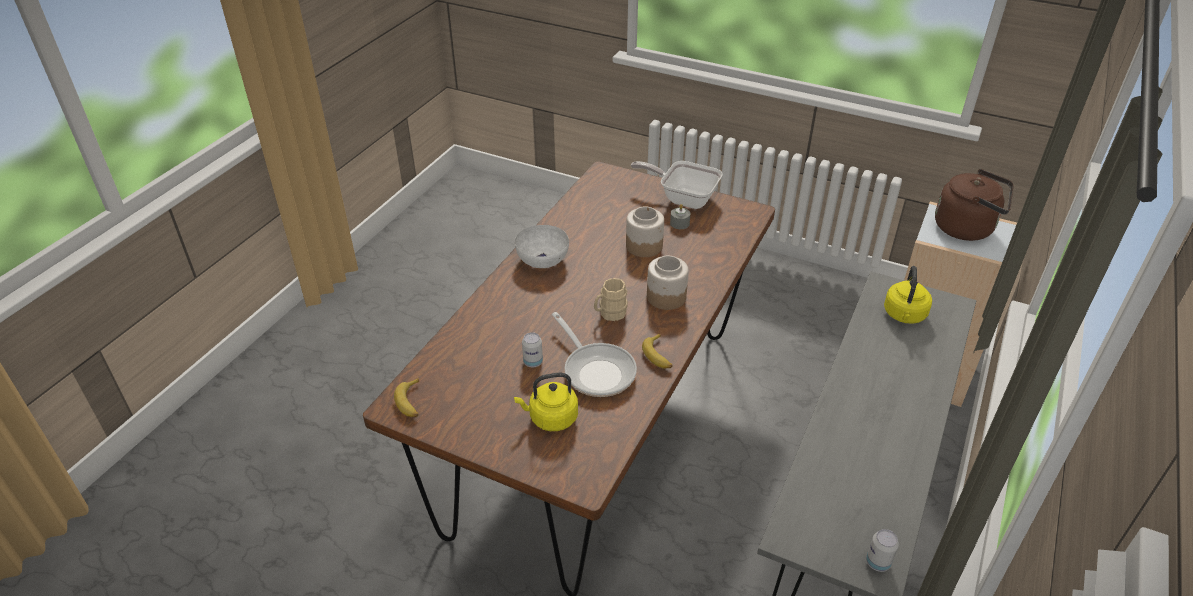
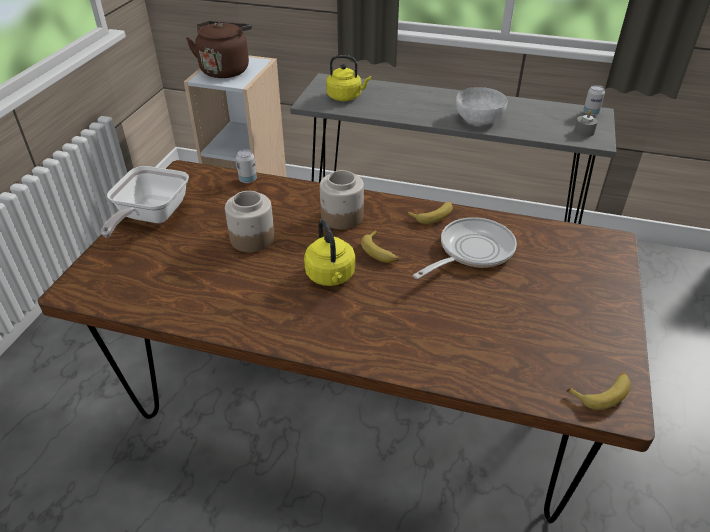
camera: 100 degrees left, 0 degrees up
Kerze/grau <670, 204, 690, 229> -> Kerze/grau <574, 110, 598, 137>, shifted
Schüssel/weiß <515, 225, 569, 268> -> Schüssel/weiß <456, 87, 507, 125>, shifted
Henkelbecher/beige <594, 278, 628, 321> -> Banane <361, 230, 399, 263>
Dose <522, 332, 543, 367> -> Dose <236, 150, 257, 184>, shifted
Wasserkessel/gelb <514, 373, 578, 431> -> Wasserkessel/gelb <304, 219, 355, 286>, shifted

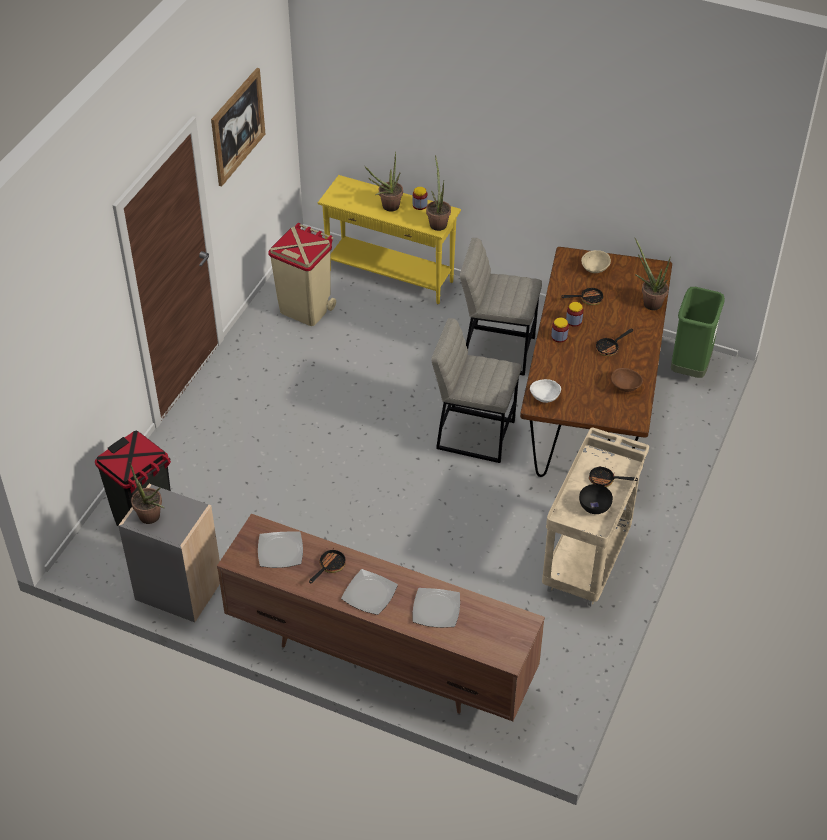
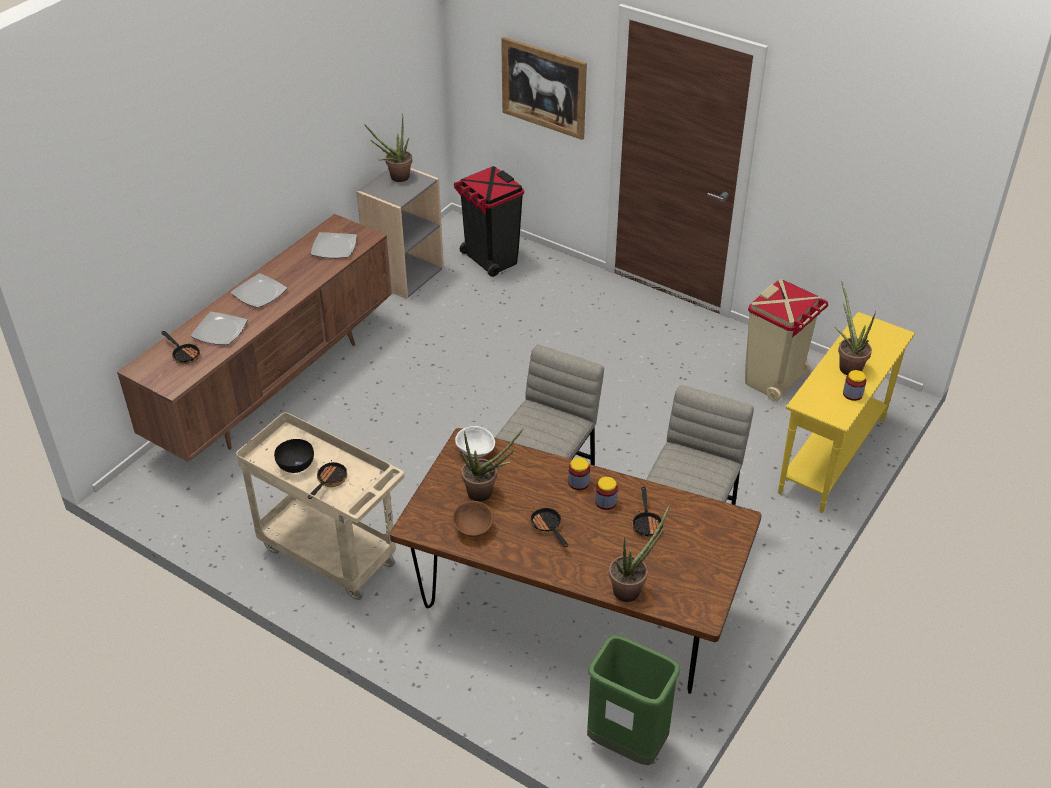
camera: 100 degrees right, 5 degrees down
Bild <211, 68, 265, 187> -> Bild <501, 37, 587, 140>, shifted
Topfpflanze <426, 155, 451, 231> -> Topfpflanze <461, 428, 523, 502>, shifted
Schüssel/beige <581, 250, 611, 273> -> none
Pfanne <309, 548, 346, 583> -> Pfanne <161, 331, 200, 364>, shifted

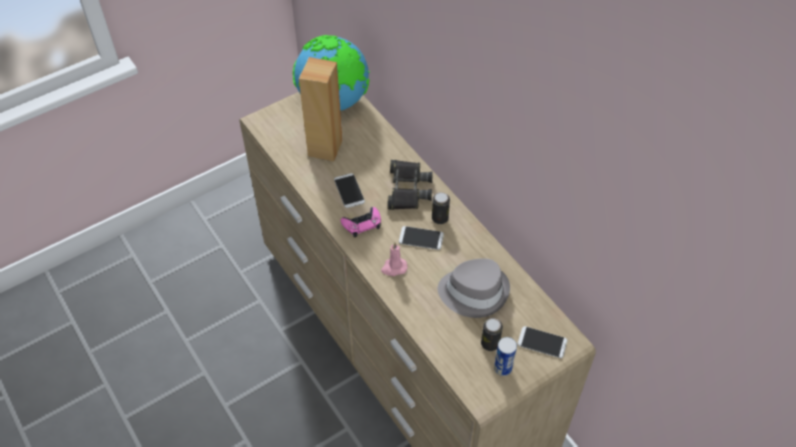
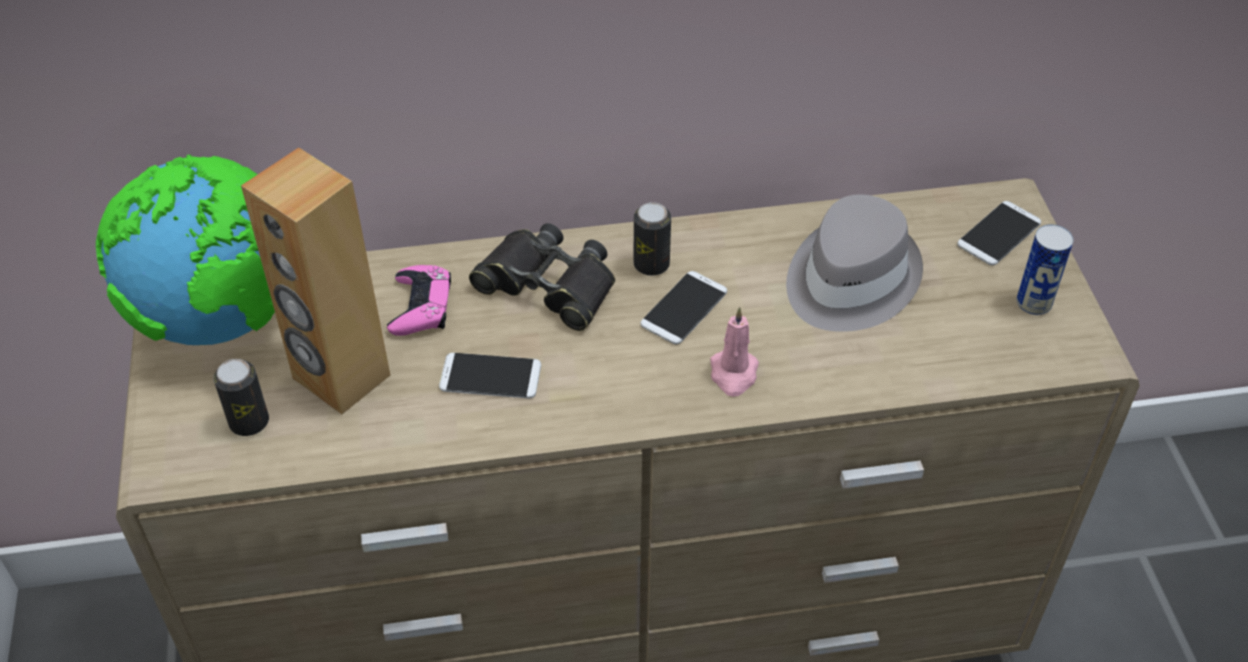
camera: 65 degrees left, 5 degrees down
Gamepad/rosa <341, 207, 381, 237> -> Gamepad/rosa <387, 265, 451, 336>, shifted
Dose <481, 318, 503, 351> -> Dose <213, 359, 269, 436>, shifted

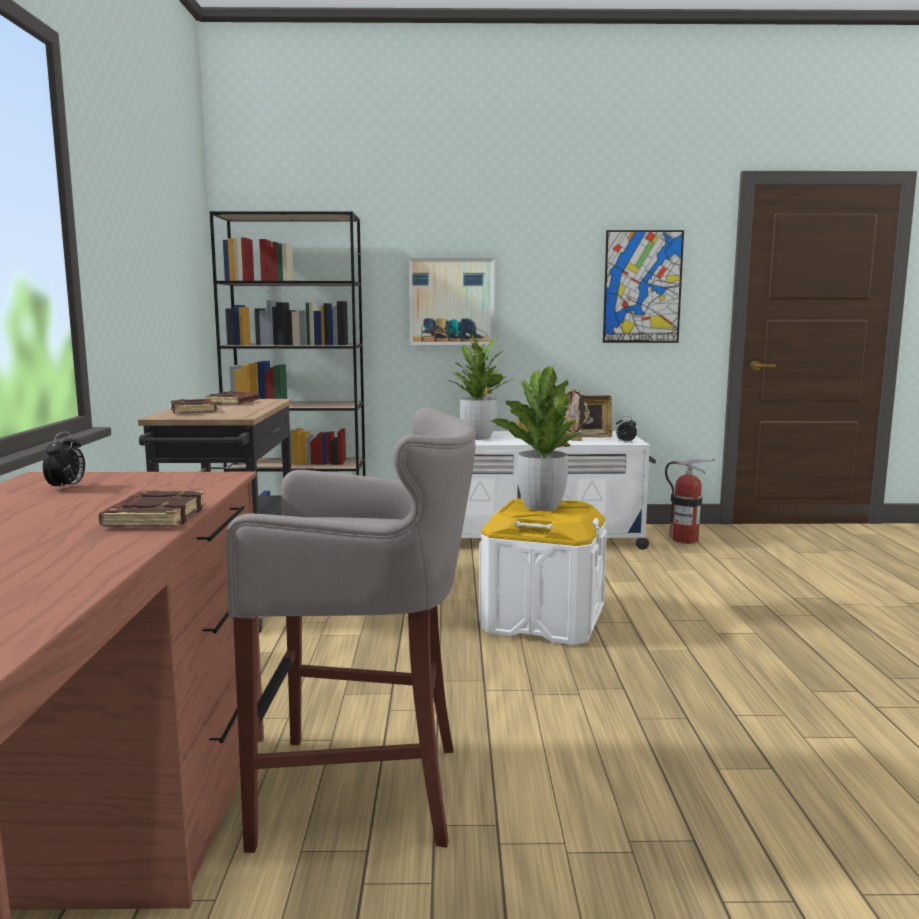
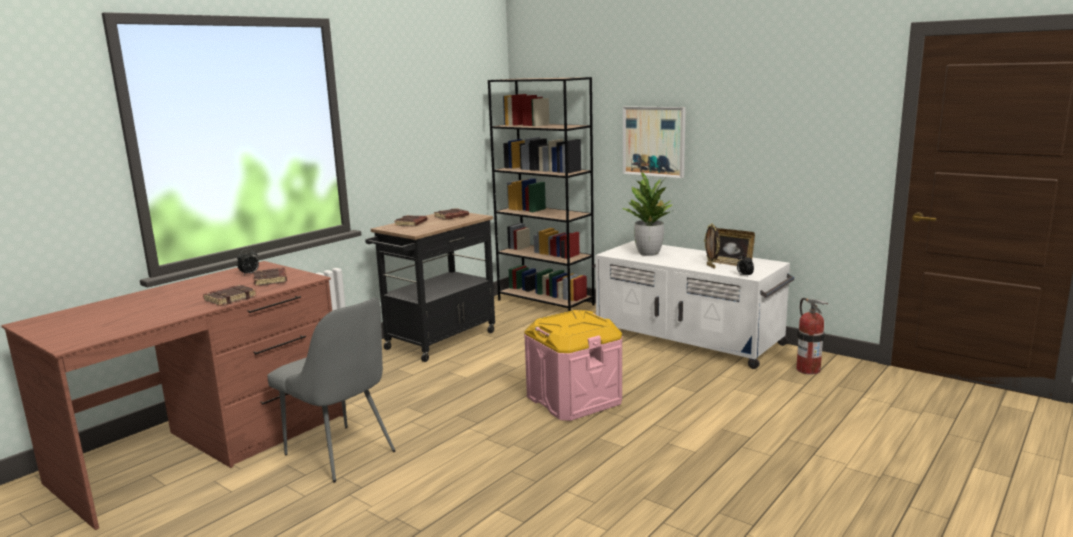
camera: 40 degrees right, 5 degrees up
Bild <603, 230, 684, 343> -> none
Topfpflanze <492, 366, 580, 511> -> none
Hocker/grau <226, 408, 476, 853> -> Stuhl/grau <267, 297, 396, 483>
Aufbewahrungsbox/weiß <479, 498, 607, 645> -> Aufbewahrungsbox/rosa <524, 310, 623, 421>
none -> Buch/braun <254, 268, 287, 286>

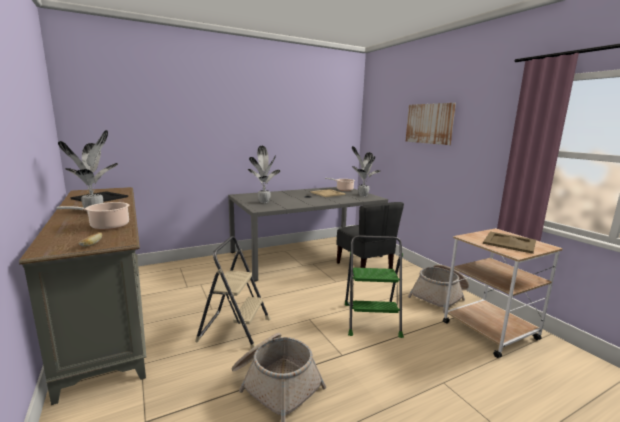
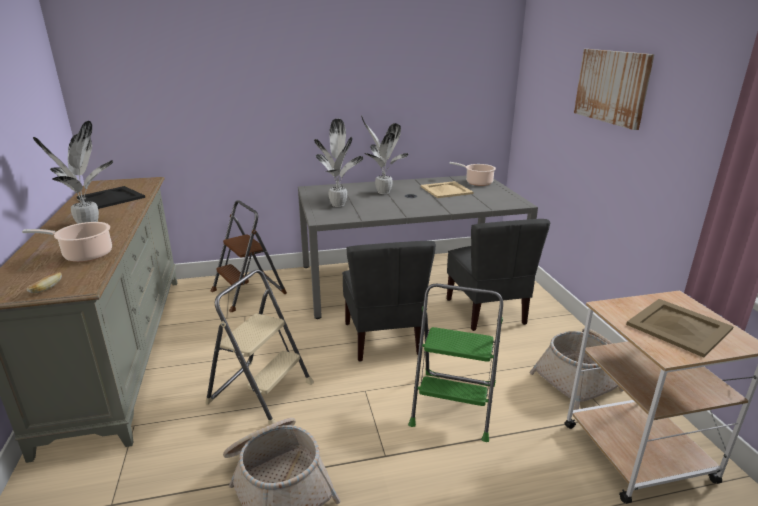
camera: 15 degrees right, 10 degrees up
Topfpflanze <352, 146, 381, 197> -> Topfpflanze <361, 116, 408, 194>, shifted
none -> Trittleiter/braun <210, 200, 287, 312>
none -> Stuhl/grau <342, 241, 436, 362>

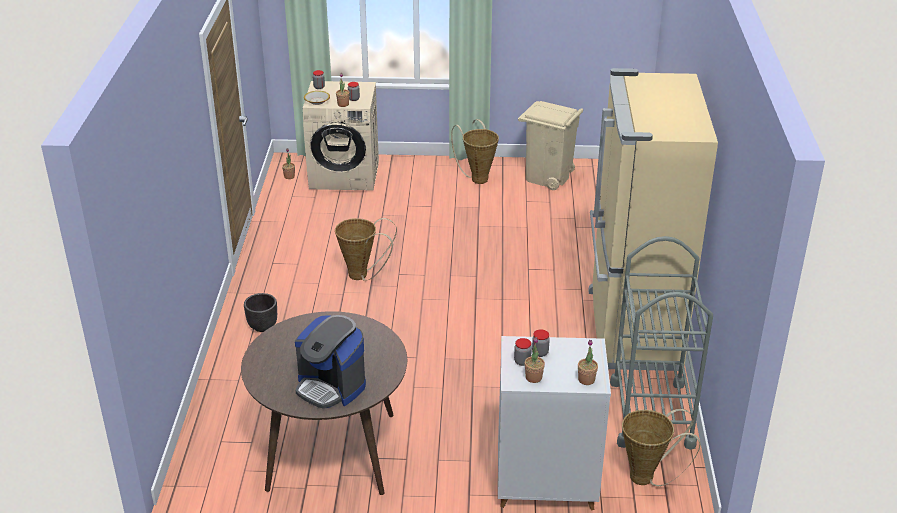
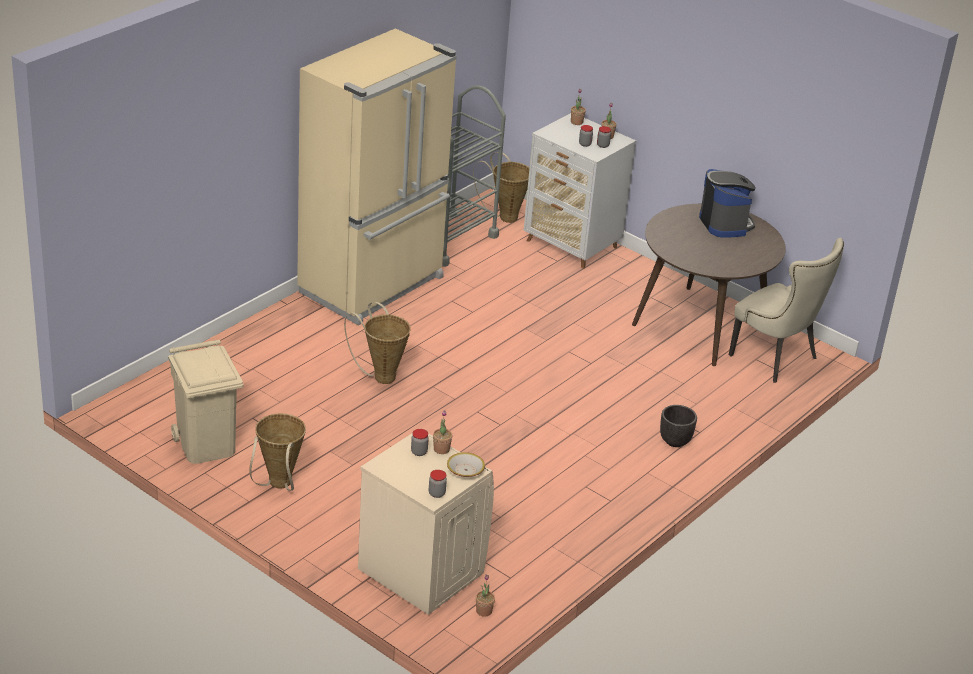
camera: 145 degrees left, 0 degrees up
Korb <335, 218, 397, 281> -> Korb <344, 302, 411, 384>, shifted
none -> Stuhl/beige <729, 238, 844, 383>

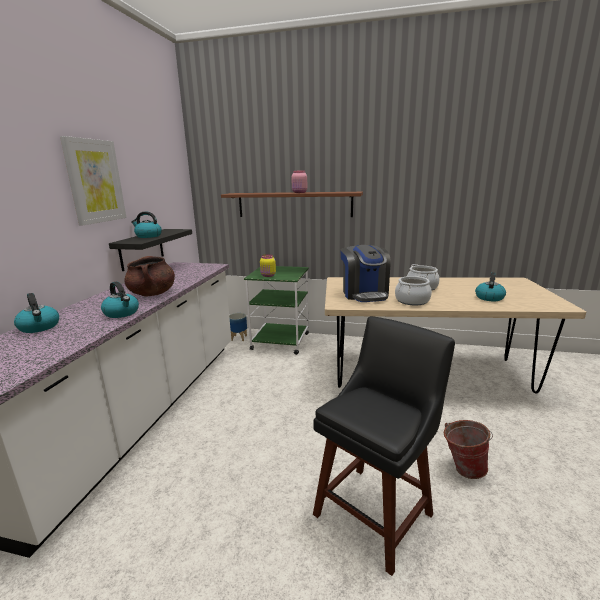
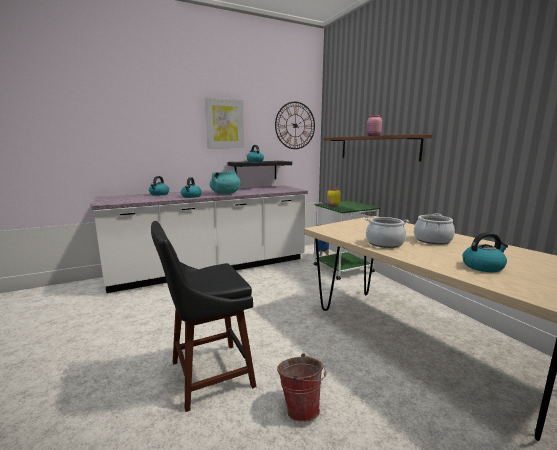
camera: 50 degrees right, 5 degrees down
Kaffeemaschine <340, 245, 390, 302> -> none
Kochtopf/braun <124, 256, 175, 297> -> Kochtopf/türkis <210, 170, 241, 194>
Stuhl/schwarz <313, 316, 455, 576> -> Stuhl/schwarz <151, 221, 256, 412>, 150 degrees clockwise
none -> Wanduhr <275, 102, 315, 149>

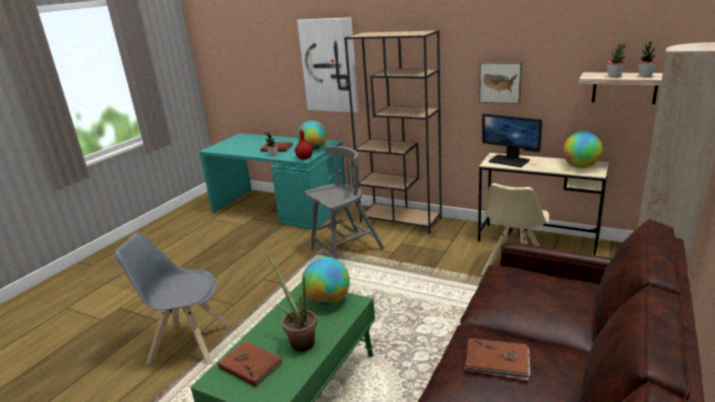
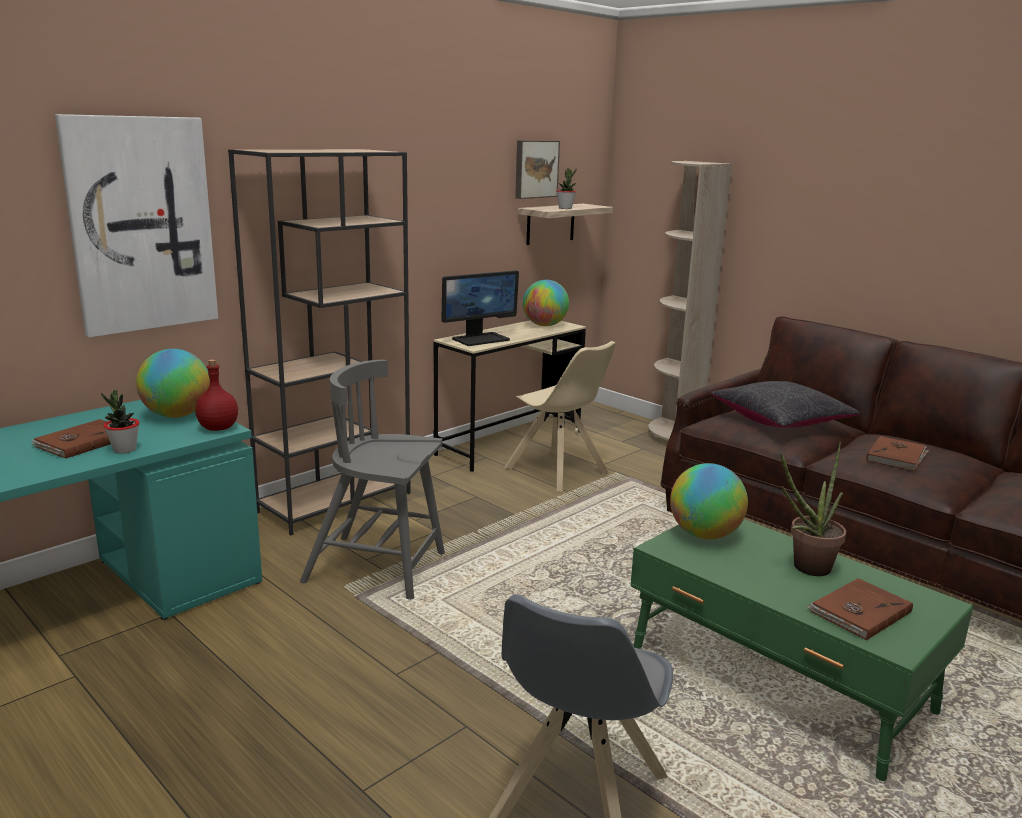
camera: 75 degrees left, 5 degrees down
Topfpflanze <638, 41, 658, 77> -> none
Bild <479, 62, 522, 104> -> Bild <515, 140, 560, 199>, shifted
Stuhl/grau <304, 146, 384, 259> -> Stuhl/grau <300, 360, 445, 600>, 60 degrees counterclockwise
none -> Kissen/schwarz <711, 381, 860, 428>

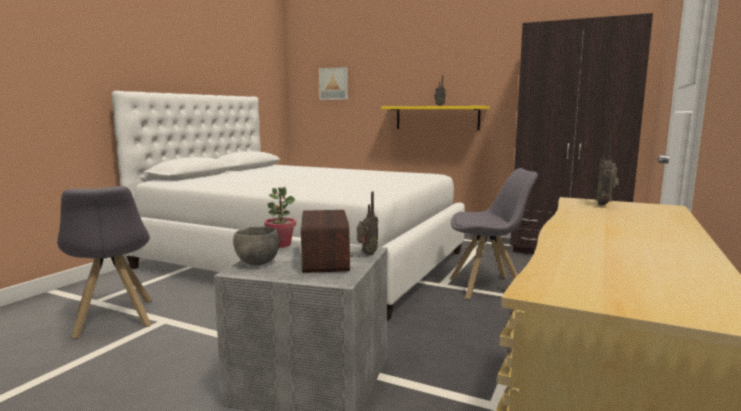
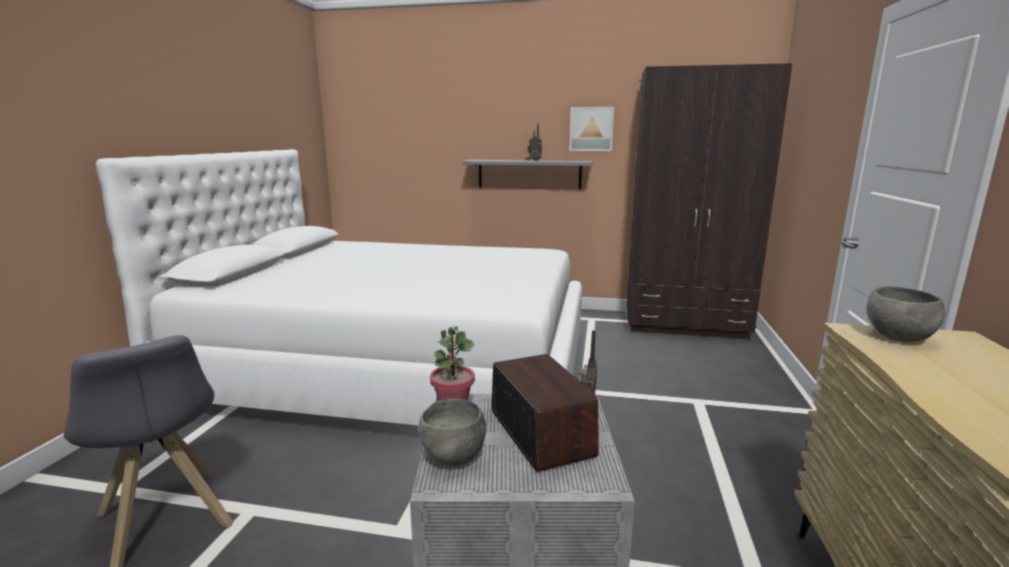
camera: 15 degrees left, 5 degrees up
Bild <319, 67, 348, 100> -> Bild <569, 107, 614, 151>, shifted
Wandregal/gelb <381, 106, 490, 130> -> Wandregal/grau <462, 160, 593, 189>
Radio <596, 129, 619, 205> -> Schüssel/grau <867, 287, 945, 342>
Stuhl/grau <450, 168, 538, 299> -> none

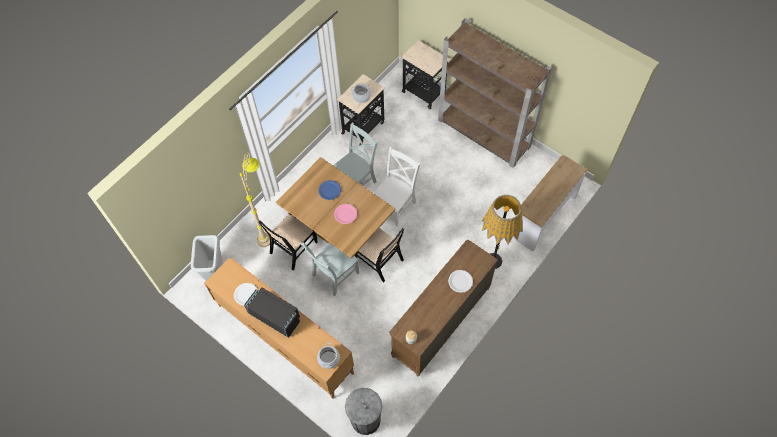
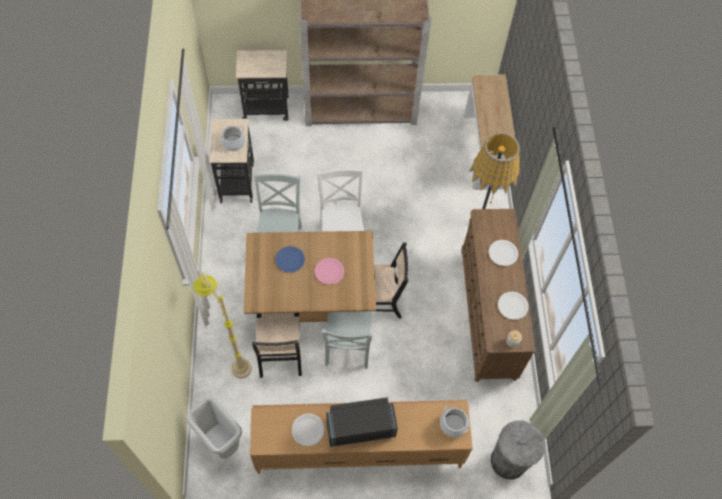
camera: 45 degrees left, 0 degrees up
none -> Teller/weiß <498, 292, 529, 320>

